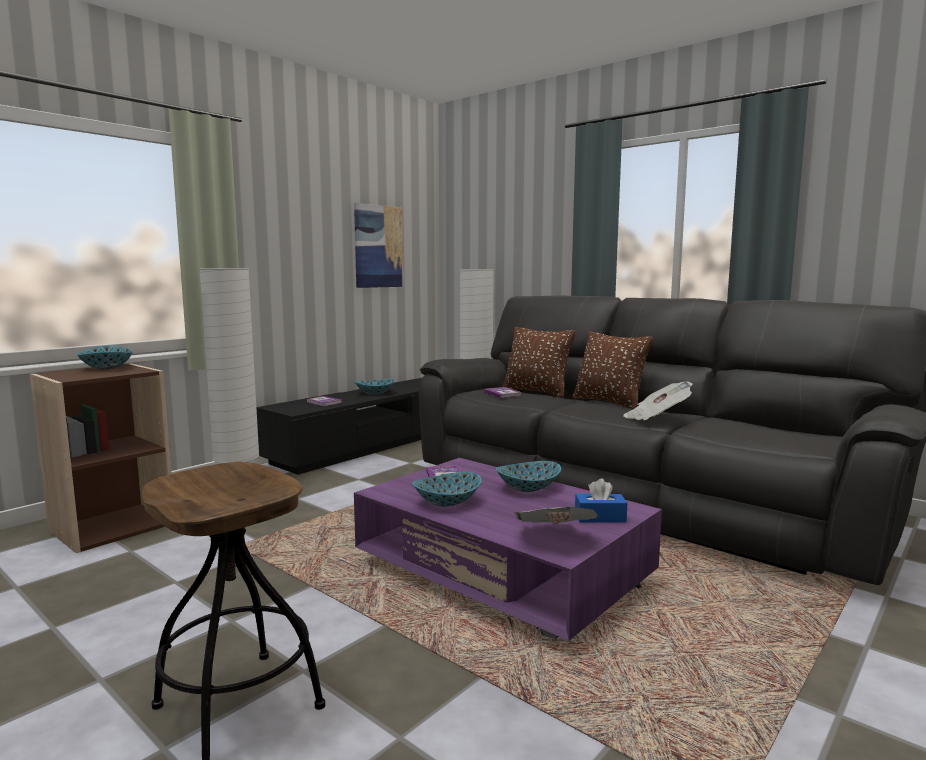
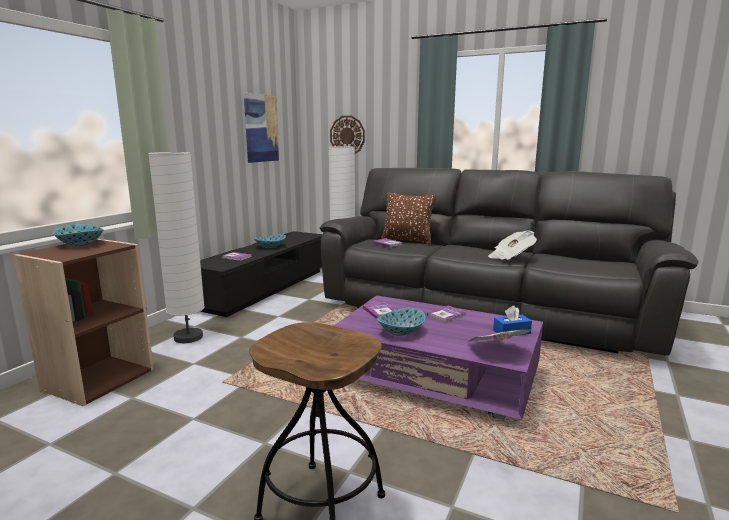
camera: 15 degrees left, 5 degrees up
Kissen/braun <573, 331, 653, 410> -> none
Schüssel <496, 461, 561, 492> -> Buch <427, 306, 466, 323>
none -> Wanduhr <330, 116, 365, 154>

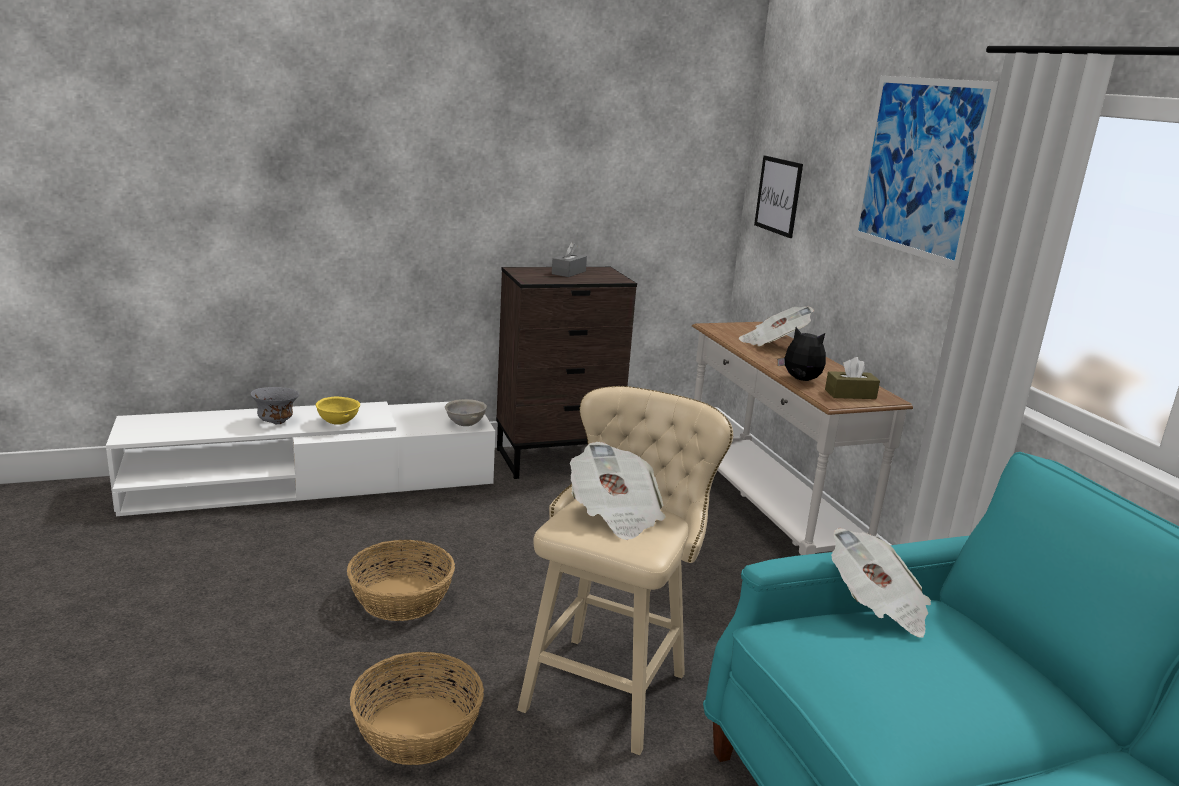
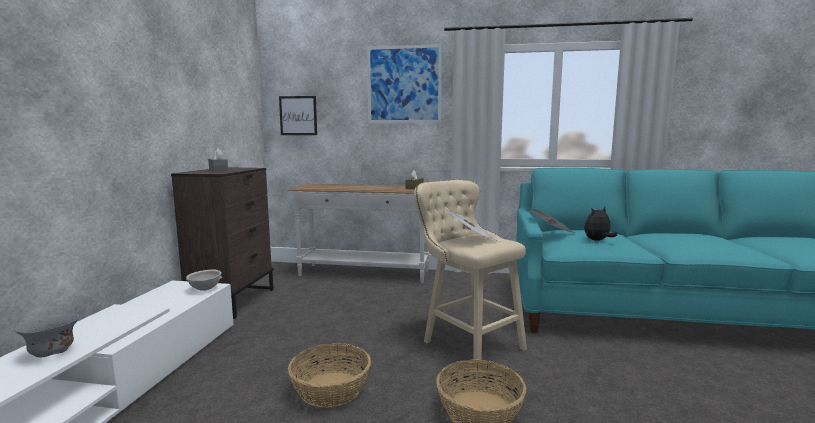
camera: 60 degrees left, 10 degrees down
Zeitung <739, 307, 814, 346> -> none
Plüschtier <778, 327, 826, 381> -> Plüschtier <584, 207, 617, 241>, shifted
Schüssel/gelb <316, 397, 360, 425> -> none

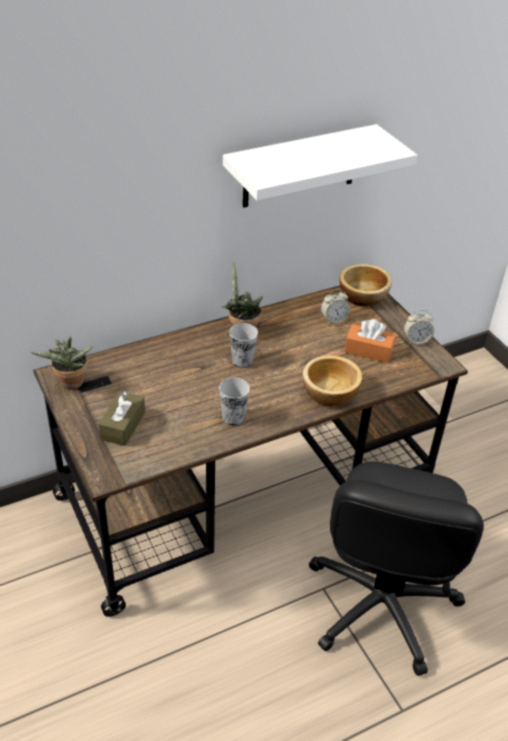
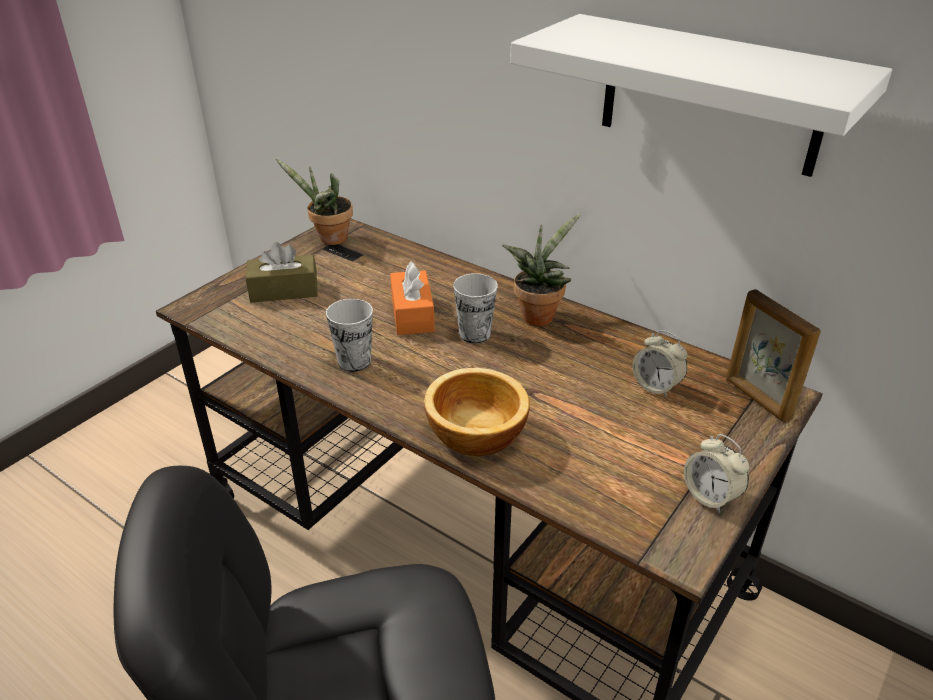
camera: 65 degrees right, 5 degrees down
Schüssel <340, 264, 392, 306> -> Bilderrahmen <726, 289, 821, 423>
Taschentuchbox/orange <344, 319, 396, 363> -> Taschentuchbox/orange <390, 261, 435, 335>, shifted

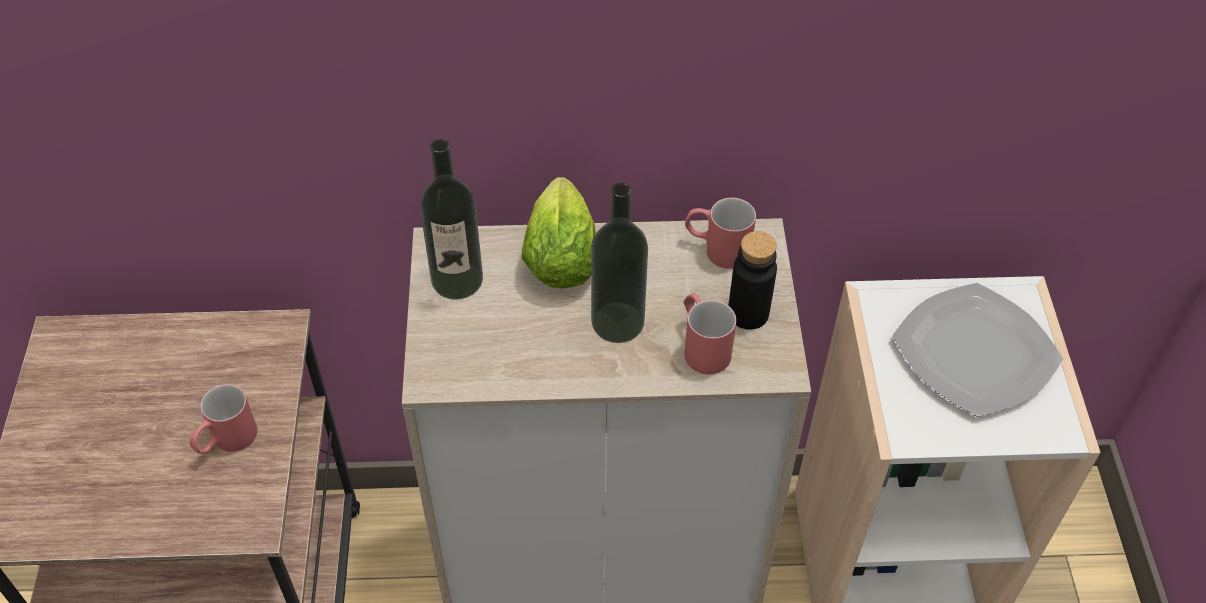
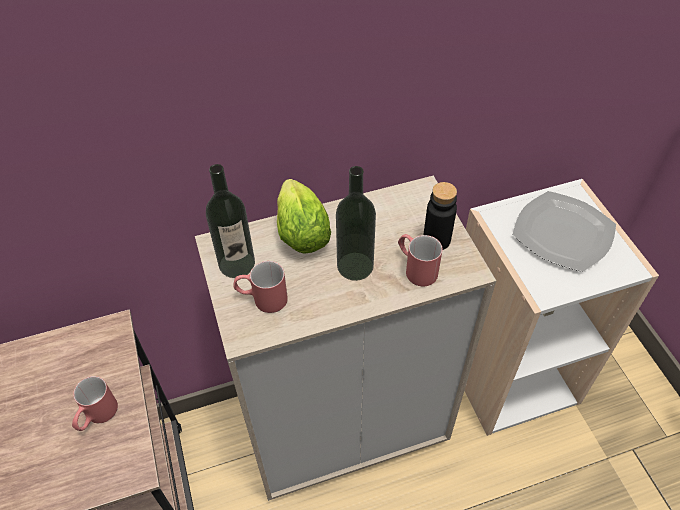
camera: 15 degrees left, 0 degrees up
Henkelbecher/rot <685, 198, 756, 269> -> Henkelbecher/rot <234, 261, 288, 313>, shifted

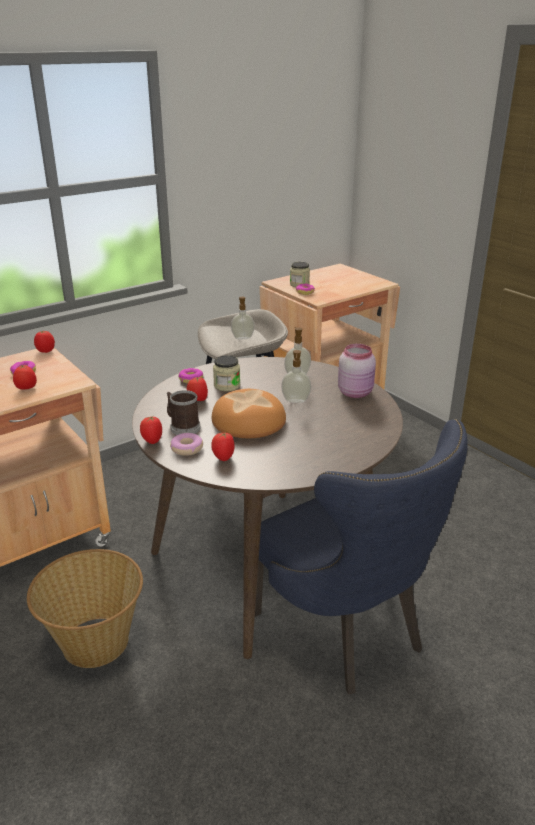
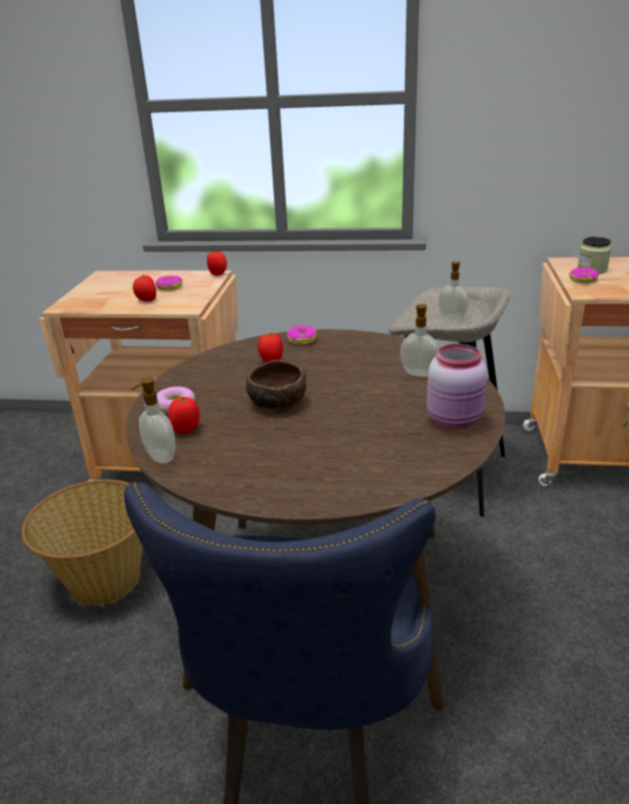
camera: 45 degrees right, 0 degrees up
Seifenspender <281, 350, 311, 403> -> Seifenspender <131, 377, 176, 464>, shifted
Vorratsglas <213, 355, 240, 391> -> none
Brot <212, 389, 286, 438> -> Schüssel/braun <246, 360, 306, 412>
Henkelbecher <167, 390, 201, 435> -> none
Tomate <140, 416, 162, 444> -> none

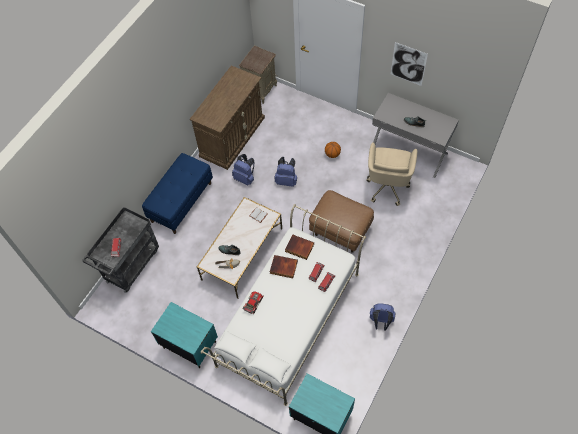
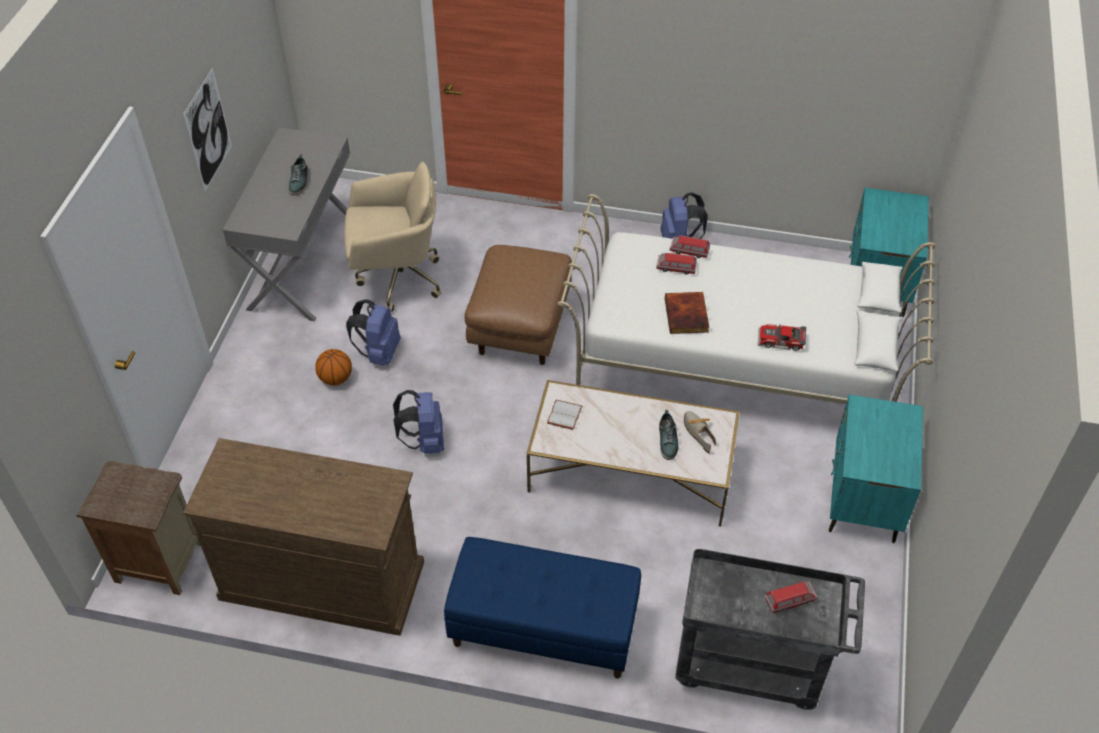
camera: 110 degrees left, 10 degrees down
Rucksack/blau <232, 154, 254, 186> -> Rucksack/blau <346, 299, 401, 365>, shifted
Buch <285, 234, 314, 260> -> none

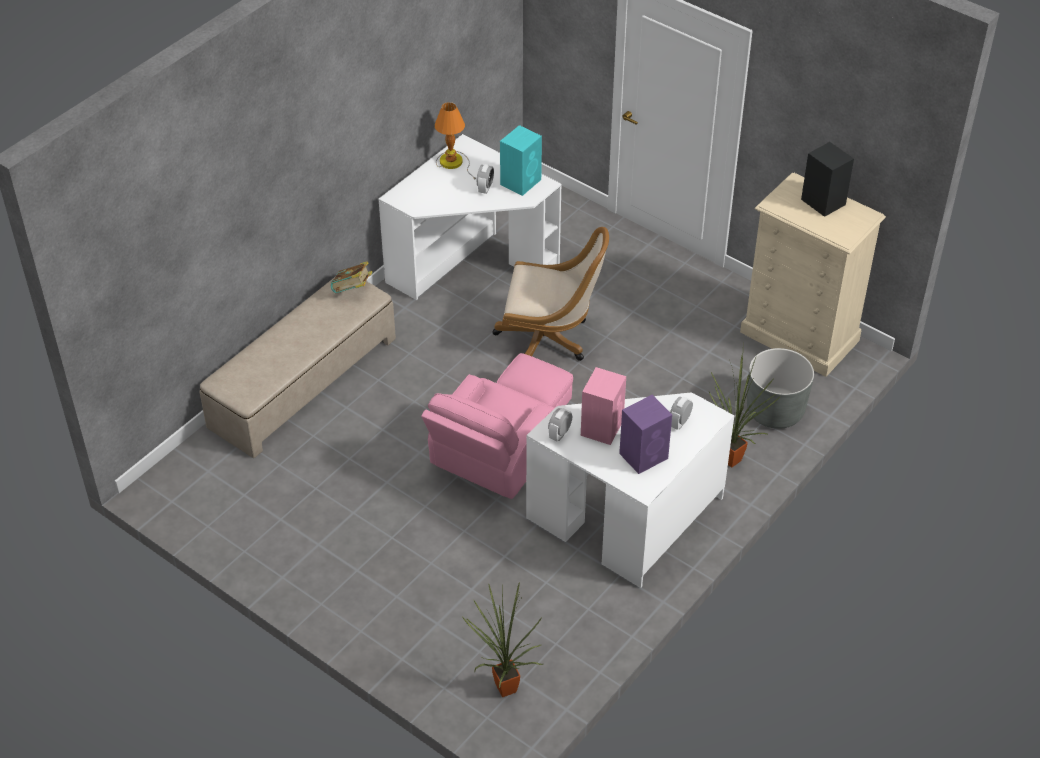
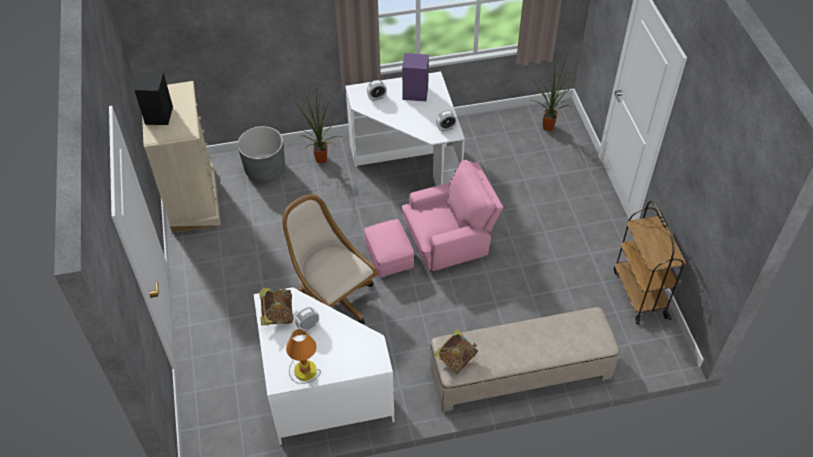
camera: 140 degrees left, 5 degrees up
Lautsprecher/türkis <500, 125, 542, 196> -> Buch <259, 288, 294, 325>
Lautsprecher/rosa <581, 367, 626, 445> -> none
none -> Rollwagen/braun <614, 201, 686, 324>

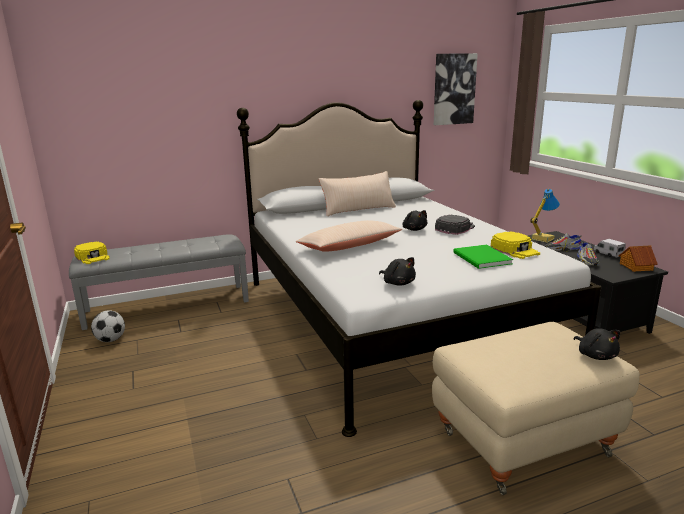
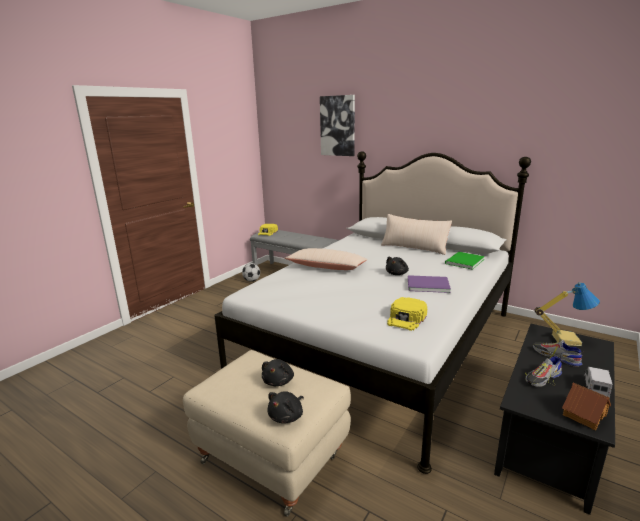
camera: 55 degrees right, 0 degrees up
Bild <434, 53, 478, 125> -> Bild <320, 95, 355, 156>, shifted
Kappe/schwarz <435, 215, 475, 235> -> Buch/lila <408, 275, 451, 293>
Buch/grün <453, 244, 513, 269> -> Buch/grün <445, 252, 485, 270>, shifted
Plüschtier/schwarz <379, 257, 416, 286> -> Plüschtier/schwarz <262, 359, 294, 386>, shifted

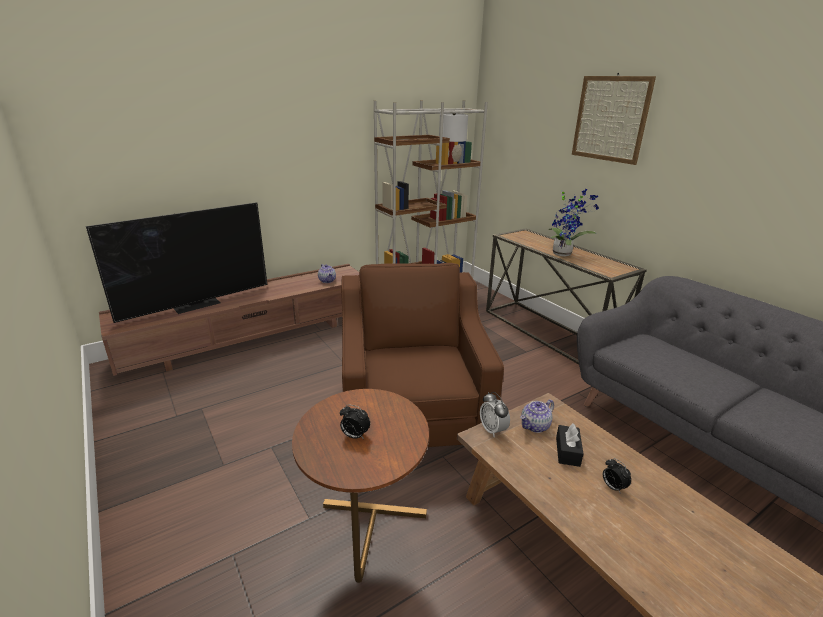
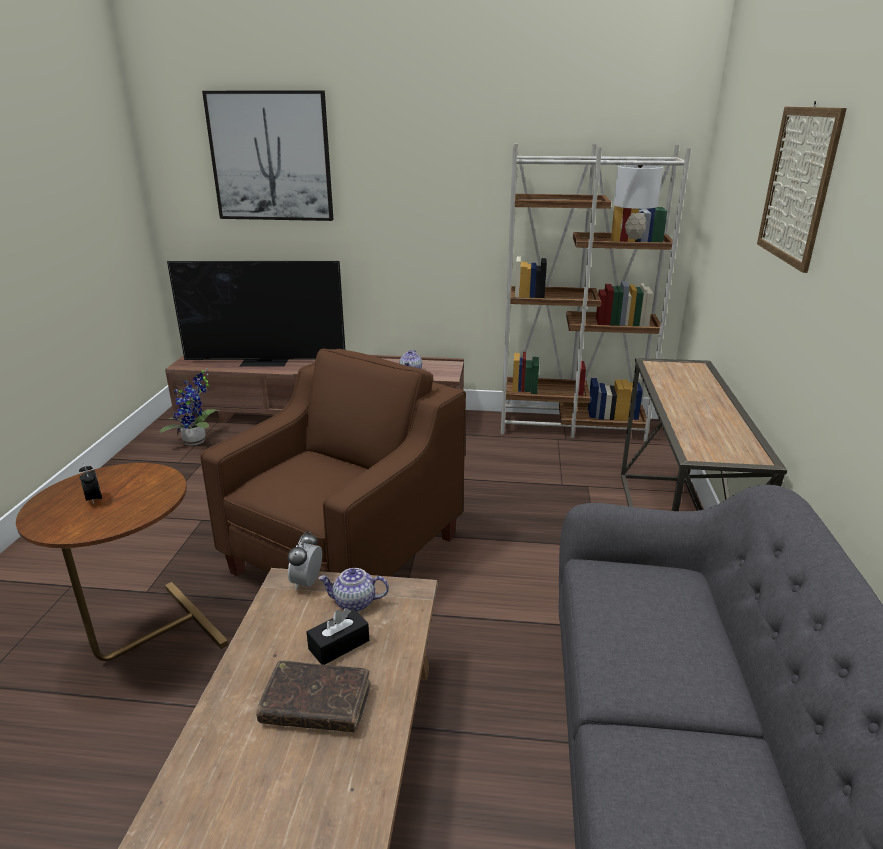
camera: 40 degrees right, 0 degrees up
Topfpflanze <548, 189, 599, 256> -> Topfpflanze <160, 368, 219, 445>, shifted
Wecker <603, 458, 631, 493> -> Buch/braun <256, 661, 371, 732>
none -> Bild <202, 90, 333, 221>

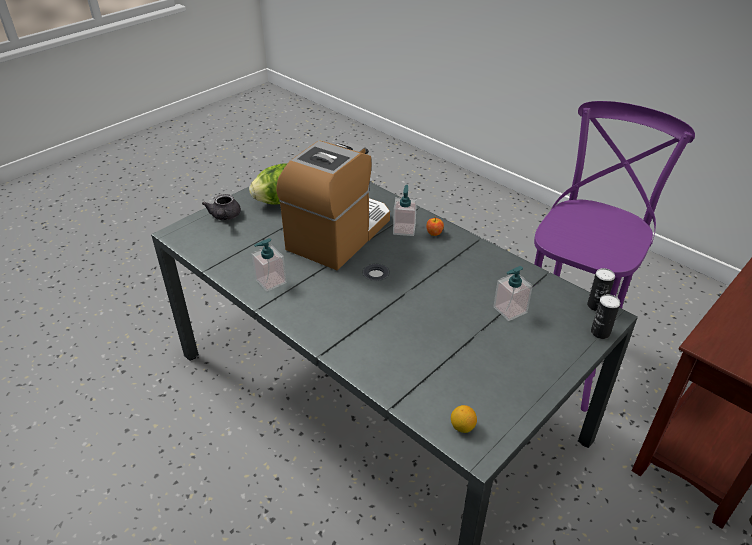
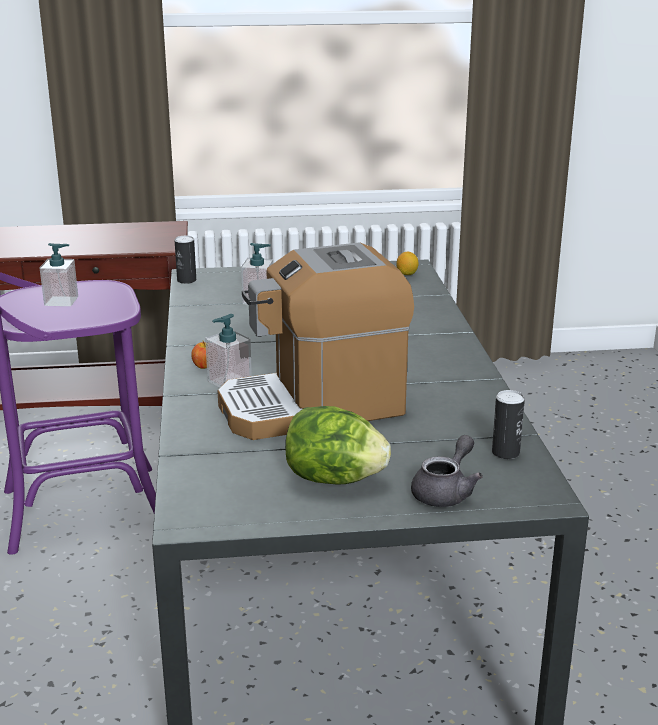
camera: 140 degrees left, 15 degrees down
Seifenspender <252, 238, 287, 292> -> Seifenspender <40, 243, 78, 306>, shifted
Dose <591, 294, 620, 339> -> Dose <492, 390, 525, 459>, shifted

